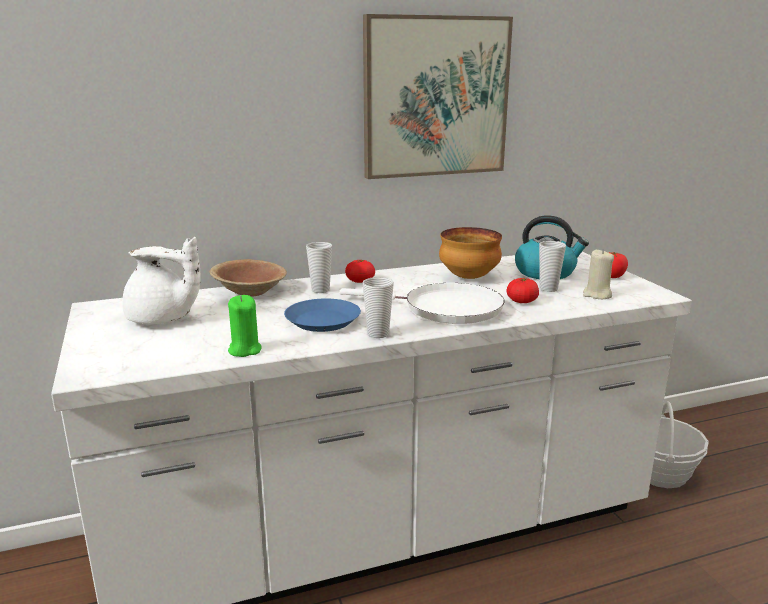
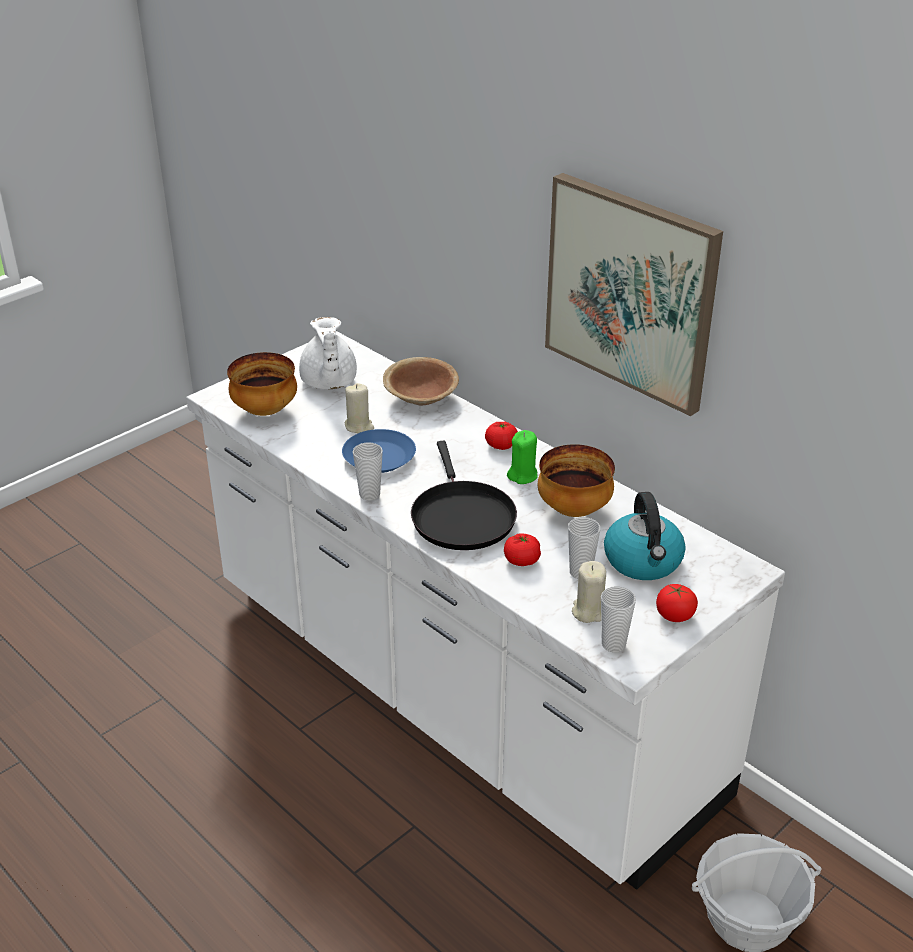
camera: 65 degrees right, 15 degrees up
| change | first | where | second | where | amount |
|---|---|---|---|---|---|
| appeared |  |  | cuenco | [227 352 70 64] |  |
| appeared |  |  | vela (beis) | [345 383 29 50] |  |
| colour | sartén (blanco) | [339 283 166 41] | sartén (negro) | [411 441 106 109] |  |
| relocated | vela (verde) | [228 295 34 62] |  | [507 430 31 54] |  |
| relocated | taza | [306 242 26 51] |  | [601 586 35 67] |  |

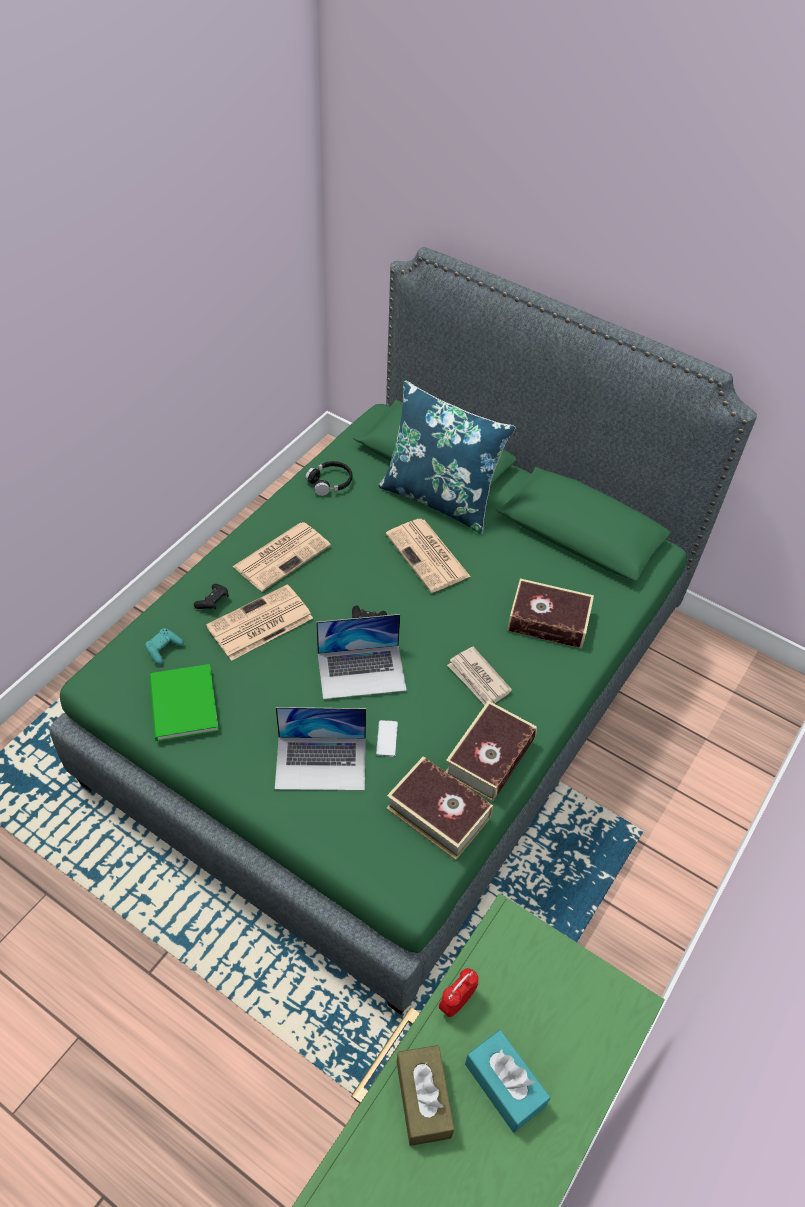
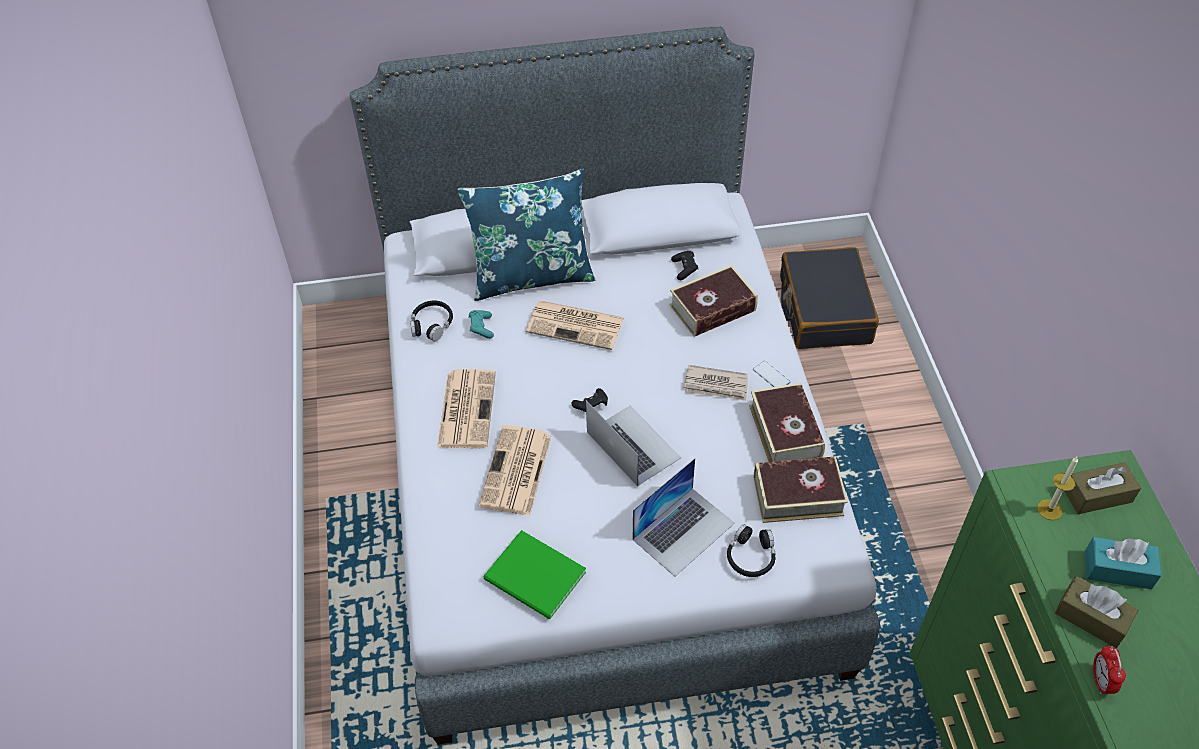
camera: 40 degrees left, 0 degrees up
| change | first | where | second | where | amount |
|---|---|---|---|---|---|
| colour | cama (verde) | [50 247 707 768] | cama (gris) | [350 27 530 718] |  |
| relocated | mando de consola (turquesa) | [145 628 39 37] |  | [469 310 25 29] |  |
| spun | portátil | [316 614 91 85] |  | [586 400 95 86] | 75 degrees counterclockwise |
| relocated | mando de consola (negro) | [194 584 35 25] |  | [671 251 27 29] |  |
| appeared |  |  | auriculares (negro) | [727 524 49 53] |  |
| relocated | móvil | [376 720 22 37] |  | [753 361 38 26] |  |
| appeared |  |  | maleta (negro) | [780 247 99 102] |  |
| appeared |  |  | vela | [1037 457 41 63] |  |
| appeared |  |  | caja de pañuelos (marrón) | [1065 462 76 52] |  |
| relocated | despertador | [439 968 39 49] |  | [1093 646 33 48] |  |

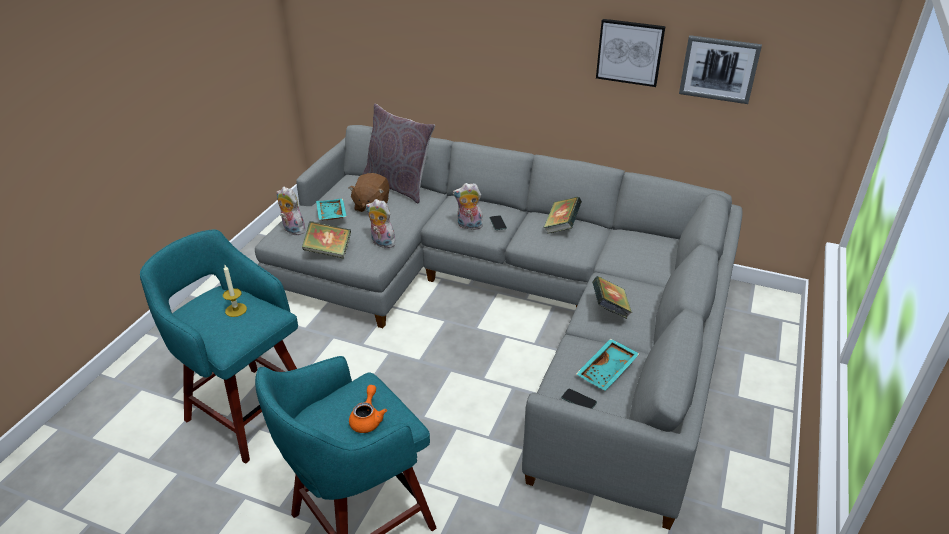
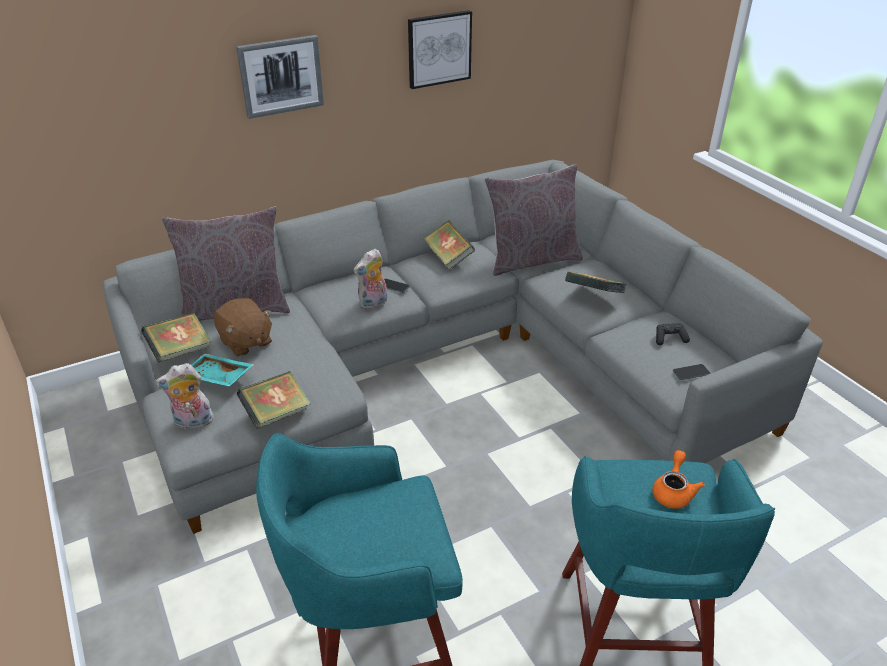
camera: 50 degrees left, 0 degrees up
| change | first | where | second | where | amount |
|---|---|---|---|---|---|
| appeared |  |  | libro | [141 313 71 49] |  |
| relocated | cuadro | [679 35 83 69] |  | [236 35 88 84] |  |
| appeared |  |  | cojín (gris) | [485 164 98 112] |  |
| spun | tetera (naranja) | [349 385 38 48] |  | [652 450 53 59] | 60 degrees clockwise |
| exchanged | bandeja (turquesa) | [576 338 63 53] | mando de consola (negro) | [656 323 34 22] |  |
| missing | vela | [223 265 24 52] |  |  |  |
| missing | peluche | [366 199 31 49] |  |  |  |

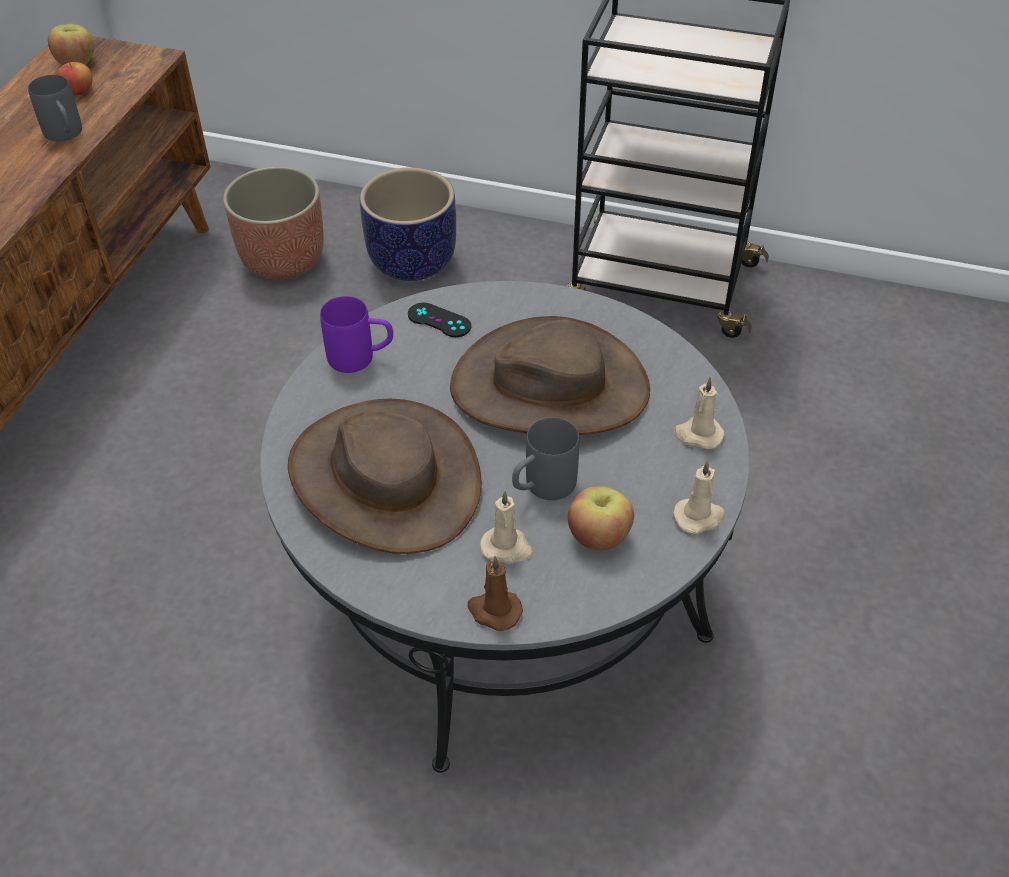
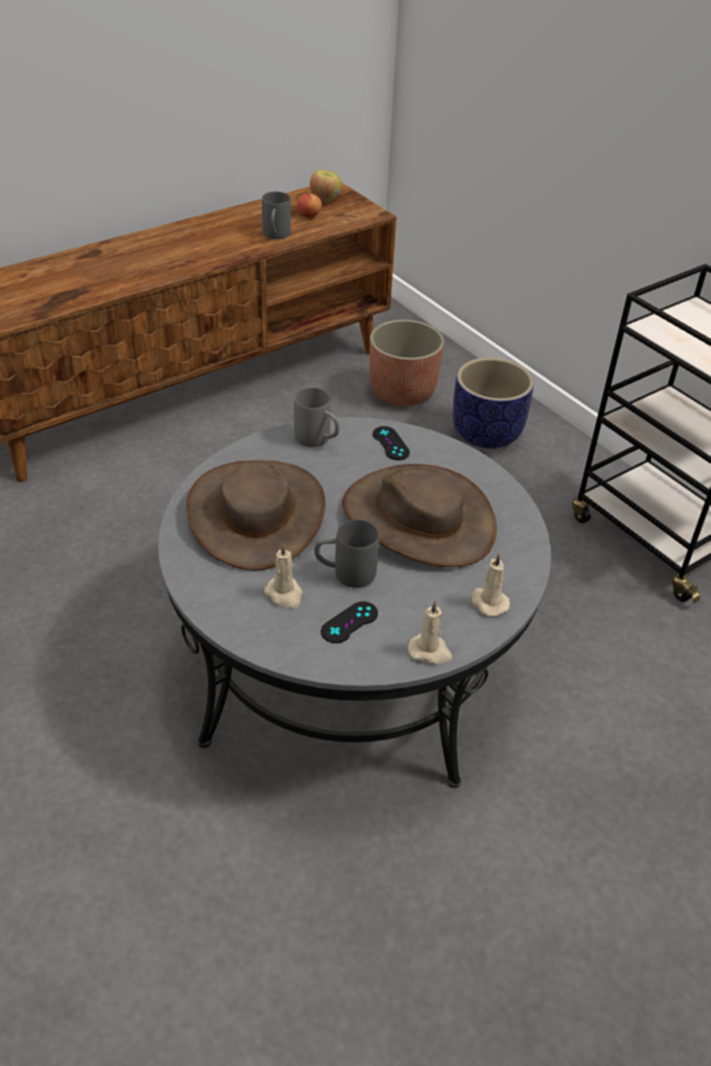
camera: 35 degrees right, 5 degrees down
| change | first | where | second | where | amount |
|---|---|---|---|---|---|
| colour | taza grande (morado) | [320 296 73 77] | taza grande (gris) | [294 388 46 59] |  |
| exchanged | manzana | [568 486 66 64] | mando de consola (negro) | [321 601 57 42] |  |
| missing | vela (marrón) | [468 556 55 75] |  |  |  |

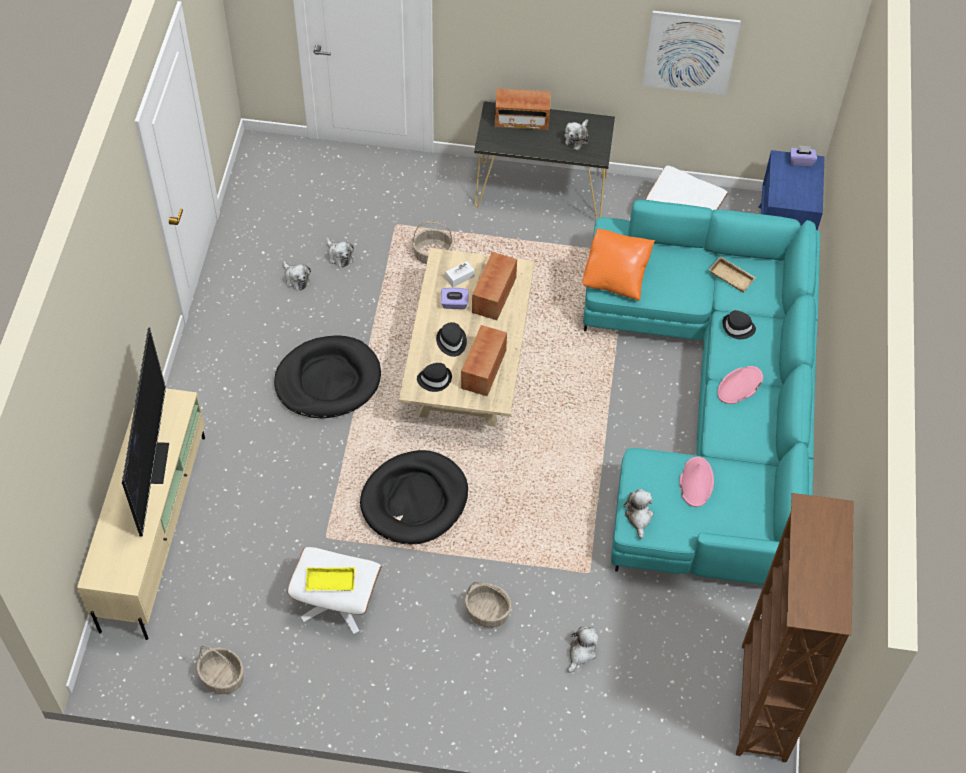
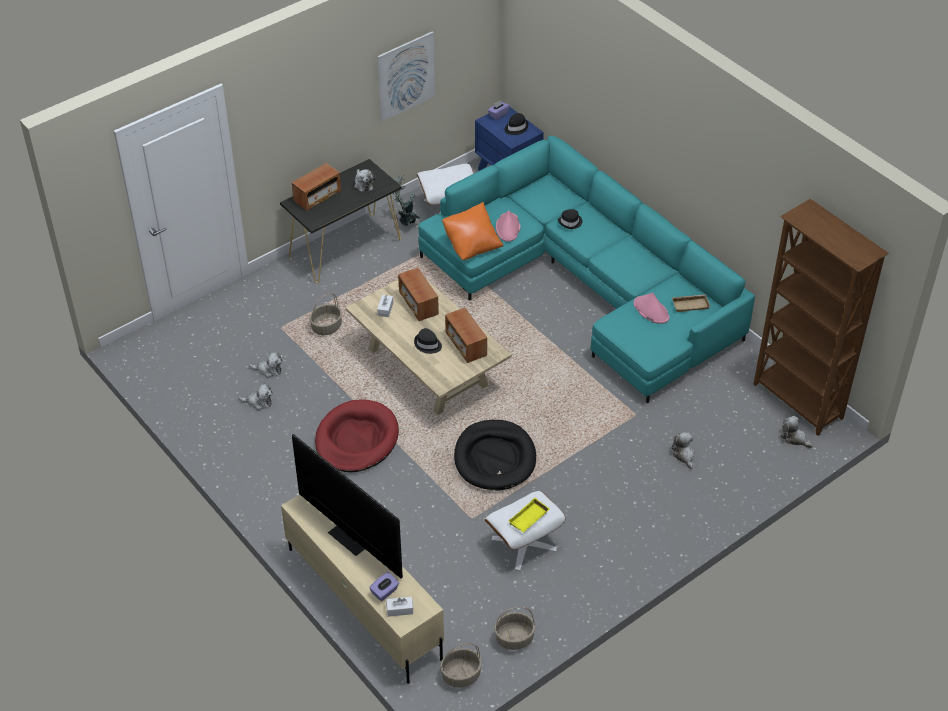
camera: 45 degrees left, 10 degrees down
| change | first | where | second | where | amount |
|---|---|---|---|---|---|
| colour | cama para perro (negro) | [274 336 107 83] | cama para perro (rojo) | [315 399 84 73] |  |
| relocated | caja de pañuelos (morado) | [441 287 28 22] |  | [369 572 30 29] |  |
| appeared |  |  | caja de pañuelos (blanco) | [386 597 28 20] |  |
| appeared |  |  | planta en maceta | [391 175 29 51] |  |
| relocated | cesta | [465 581 47 47] |  | [440 643 42 44] |  |
| relocated | sombrero (rosa) | [717 366 46 38] |  | [496 211 24 31] |  |
| relocated | sombrero (negro) | [417 363 35 29] |  | [505 113 24 22] |  |
| relocated | bandeja (beis) | [709 256 47 37] |  | [672 294 39 18] |  |
| relocated | peluche | [624 489 30 50] |  | [781 416 32 32] |  |

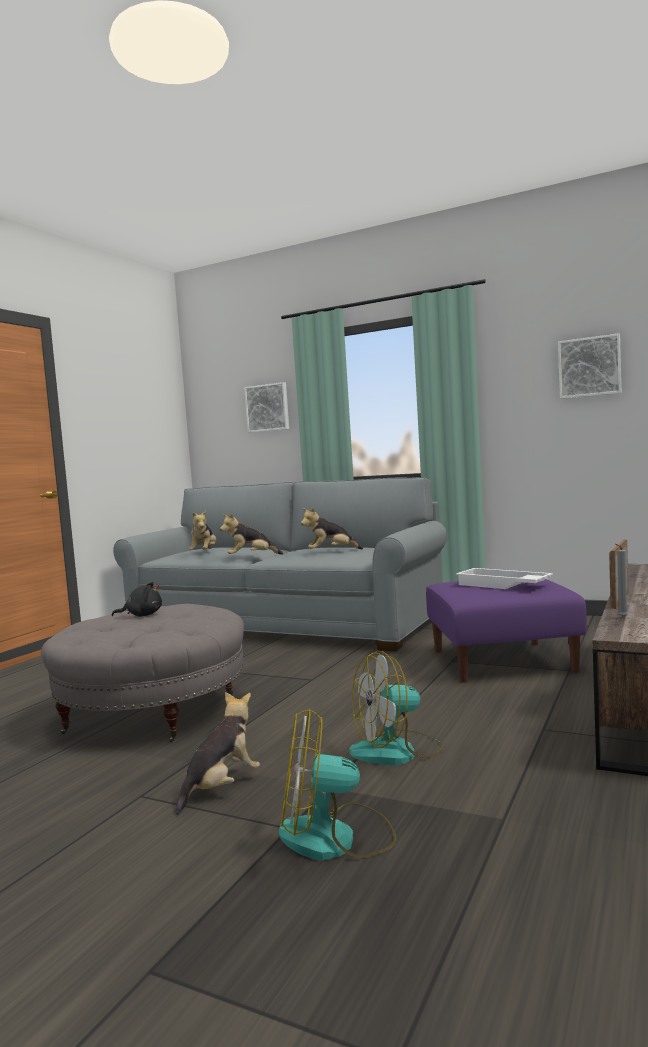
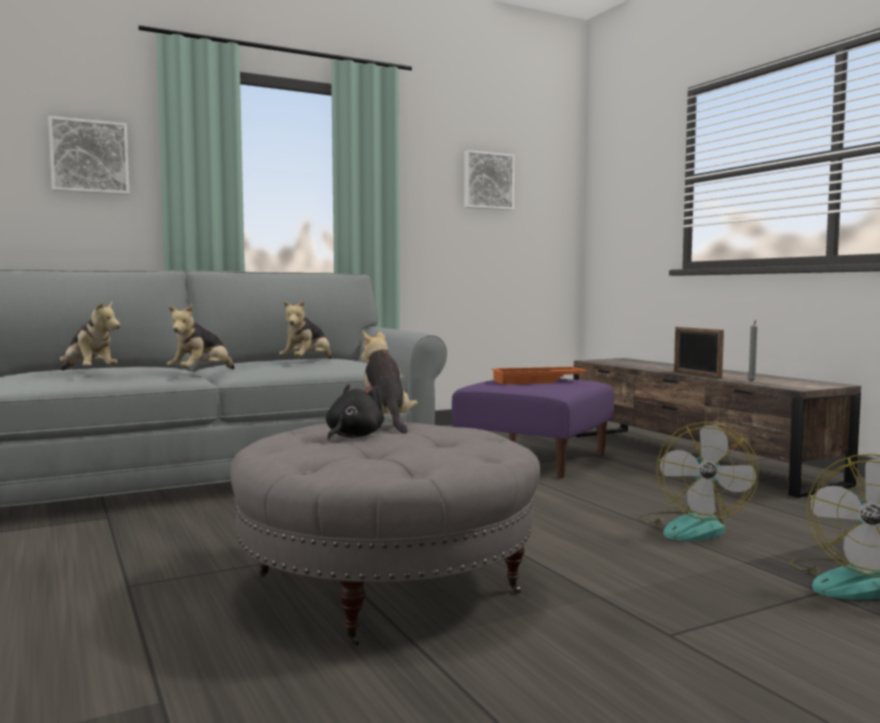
camera: 55 degrees left, 0 degrees up
| change | first | where | second | where | amount |
|---|---|---|---|---|---|
| relocated | peluche | [176 692 84 123] |  | [361 330 57 103] |  |
| colour | bandeja (blanco) | [456 568 97 21] | bandeja (naranja) | [491 367 96 18] |  |

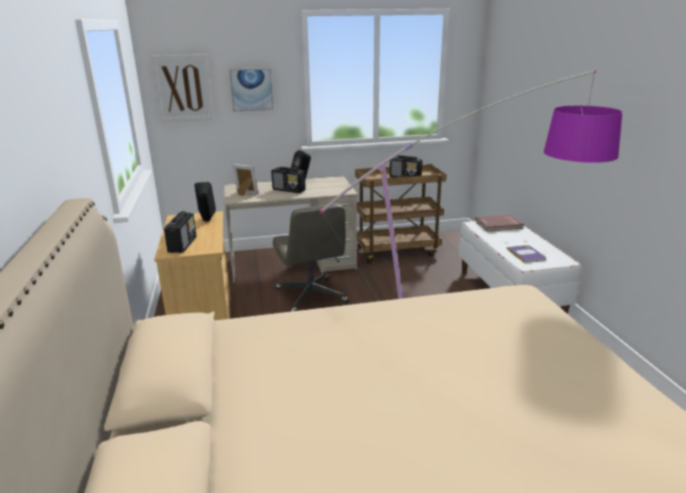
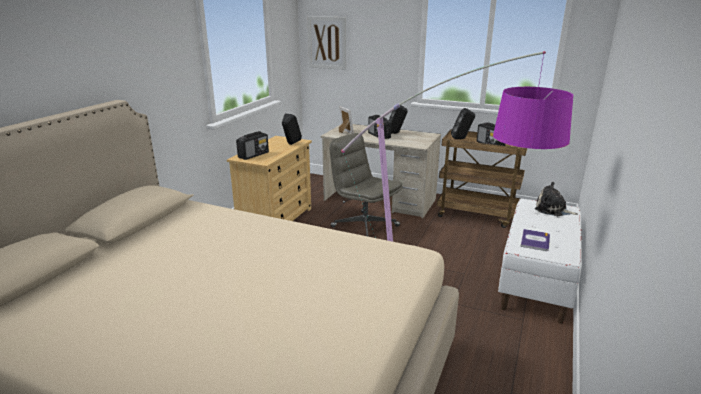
camera: 35 degrees right, 0 degrees up
| change | first | where | second | where | amount |
|---|---|---|---|---|---|
| spun | silla de oficina (gris) | [273 204 76 108] |  | [330 133 73 104] | 120 degrees clockwise |
| appeared |  |  | altavoz (negro) | [451 108 24 31] |  |
| exchanged | libro (rojo) | [475 215 49 17] | peluche | [535 182 43 34] |  |
| missing | cuadro | [229 68 44 44] |  |  |  |

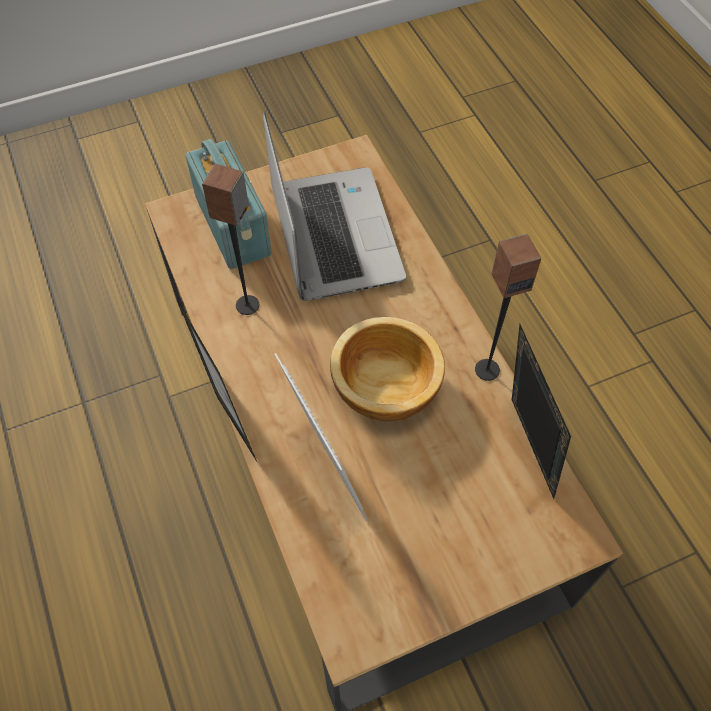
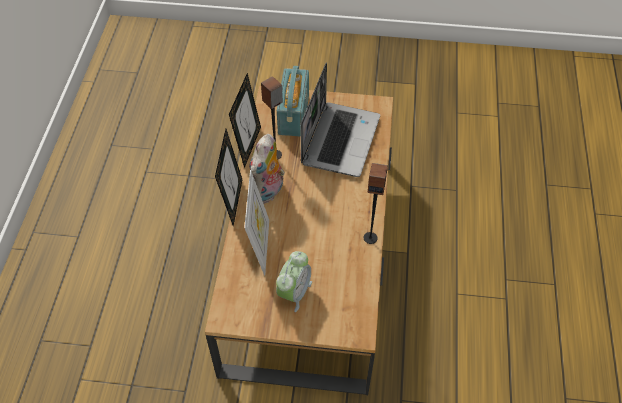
camera: 30 degrees right, 5 degrees down
| change | first | where | second | where | amount |
|---|---|---|---|---|---|
| relocated | portarretratos | [512 324 59 175] |  | [229 73 32 95] |  |
| appeared |  |  | peluche | [249 134 36 70] |  |
| appeared |  |  | despertador | [276 251 36 61] |  |
| missing | cuenco | [330 317 115 104] |  |  |  |

